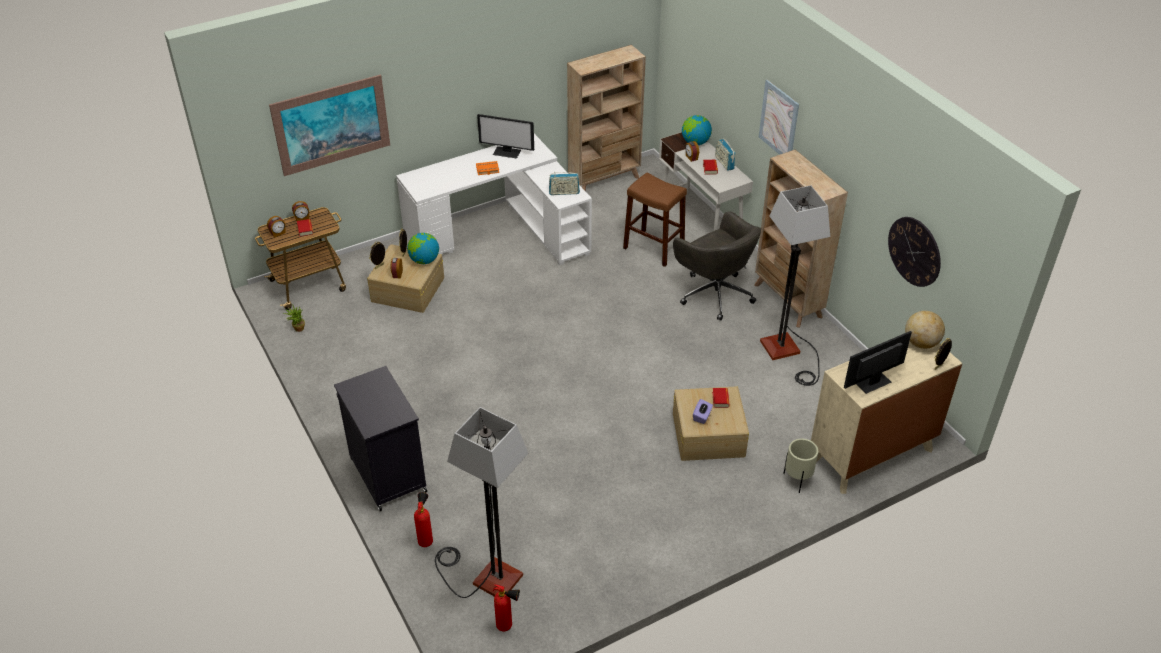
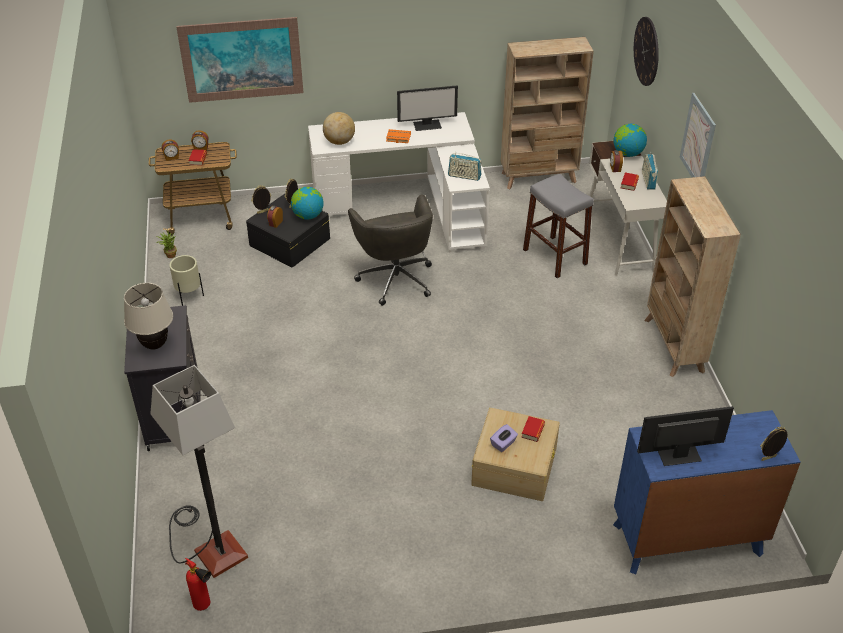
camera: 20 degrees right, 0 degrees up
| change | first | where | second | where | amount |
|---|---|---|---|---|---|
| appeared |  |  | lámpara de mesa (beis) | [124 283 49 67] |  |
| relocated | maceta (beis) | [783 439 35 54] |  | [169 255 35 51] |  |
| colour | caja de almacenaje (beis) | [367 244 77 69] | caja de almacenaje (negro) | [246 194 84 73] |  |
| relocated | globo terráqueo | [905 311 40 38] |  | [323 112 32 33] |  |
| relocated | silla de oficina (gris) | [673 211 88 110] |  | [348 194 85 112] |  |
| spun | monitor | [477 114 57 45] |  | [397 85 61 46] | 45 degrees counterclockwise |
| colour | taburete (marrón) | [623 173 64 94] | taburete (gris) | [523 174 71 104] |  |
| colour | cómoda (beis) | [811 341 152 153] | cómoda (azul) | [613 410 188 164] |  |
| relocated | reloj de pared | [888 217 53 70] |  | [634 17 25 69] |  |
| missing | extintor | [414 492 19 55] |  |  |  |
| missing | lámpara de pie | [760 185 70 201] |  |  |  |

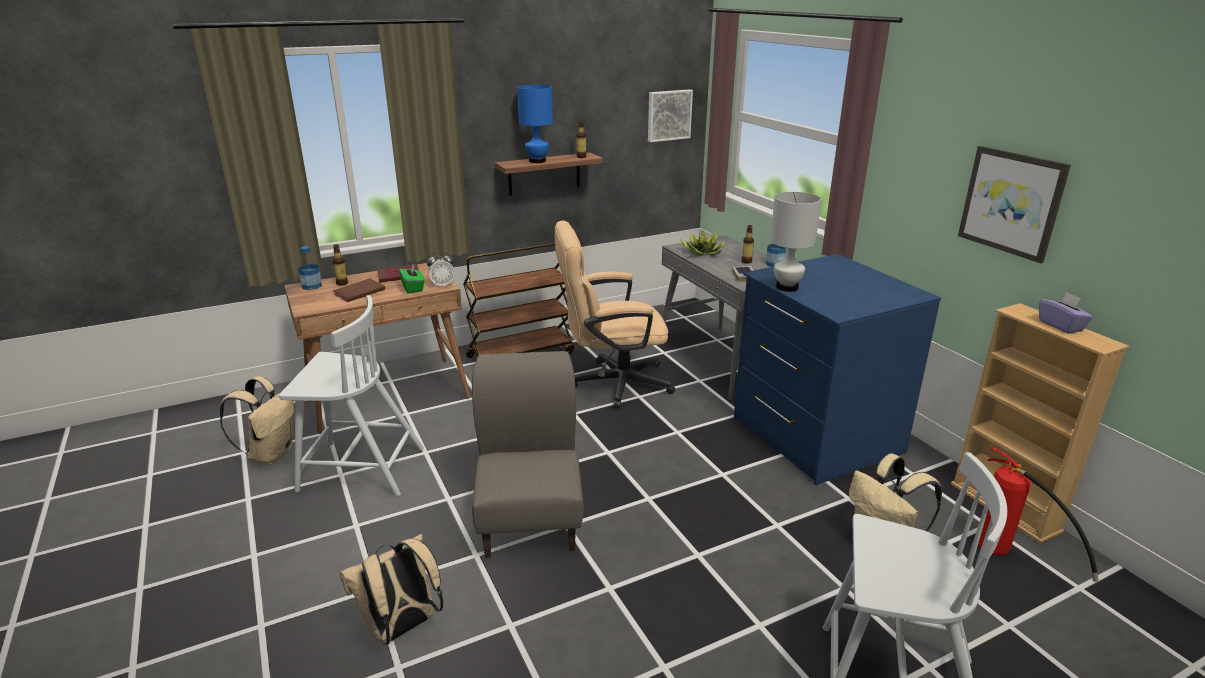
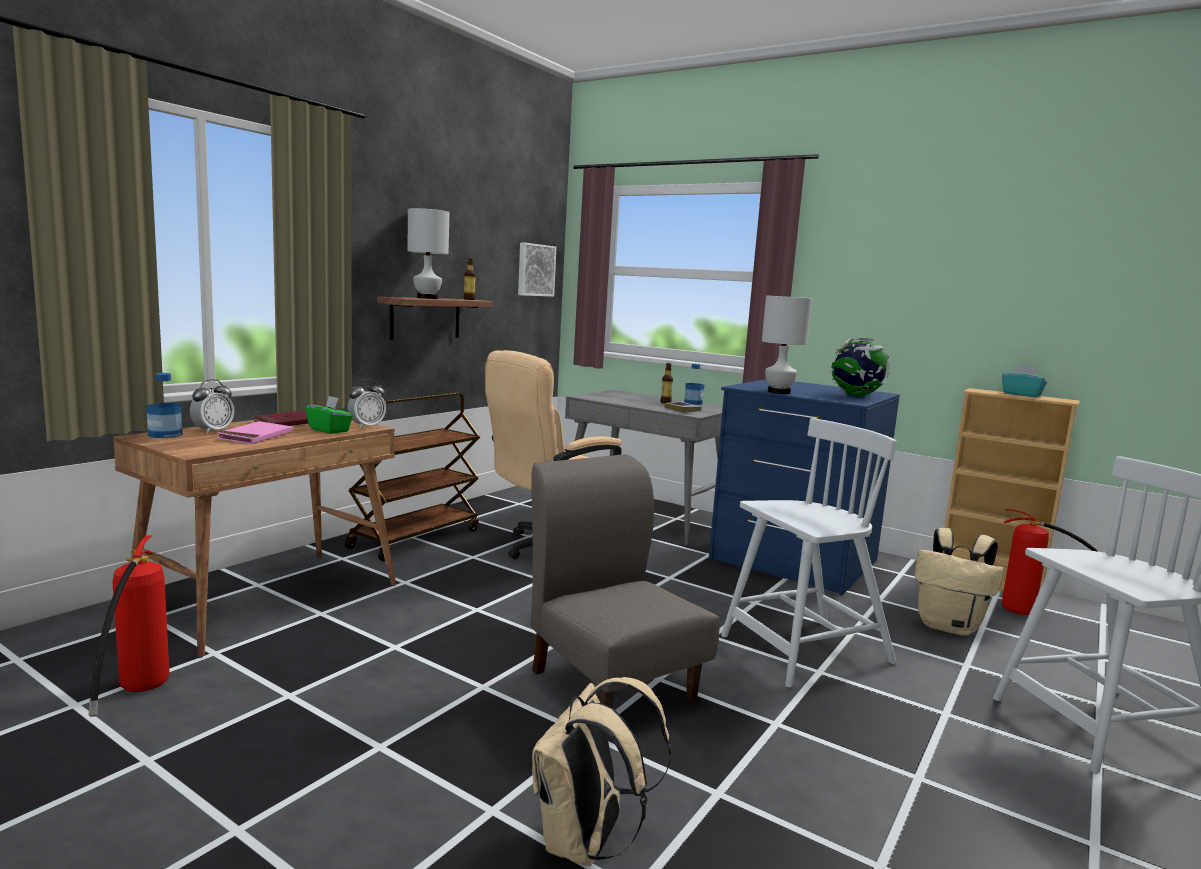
camera: 30 degrees left, 15 degrees down
| change | first | where | second | where | amount |
|---|---|---|---|---|---|
| exchanged | mochila (beis) | [220 376 74 88] | extintor | [88 535 82 182] |  |
| exchanged | botella | [333 244 15 42] | despertador | [190 379 44 55] |  |
| colour | libro (marrón) | [333 278 52 24] | libro (rosa) | [217 421 75 23] |  |
| colour | lámpara de mesa (azul) | [517 85 36 78] | lámpara de mesa (blanco) | [408 208 42 91] |  |
| relocated | silla (blanco) | [279 295 145 201] |  | [721 418 176 270] |  |
| appeared |  |  | globo terráqueo | [830 337 60 59] |  |
| colour | caja de pañuelos (morado) | [1039 292 54 42] | caja de pañuelos (turquesa) | [1002 365 45 32] |  |
| missing | planta en maceta | [680 231 45 25] |  |  |  |
| missing | cuadro | [958 146 113 117] |  |  |  |

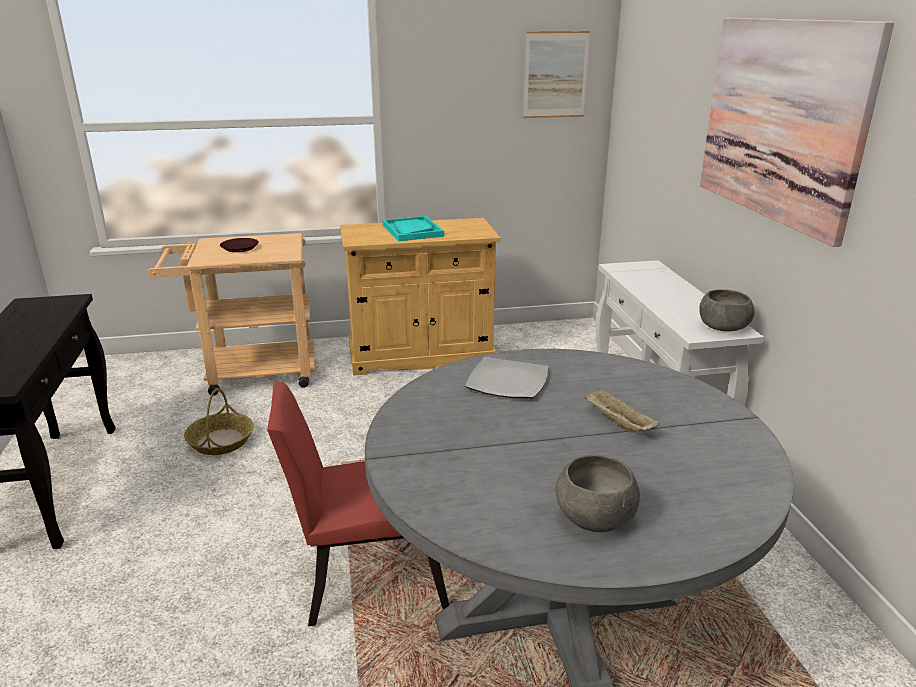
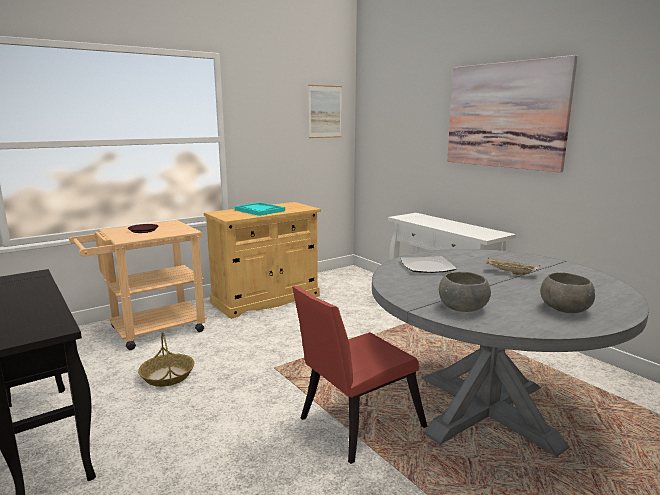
camera: 25 degrees left, 10 degrees down
| change | first | where | second | where | amount |
|---|---|---|---|---|---|
| relocated | cuenco (gris) | [699 289 56 43] |  | [439 272 52 40] |  |

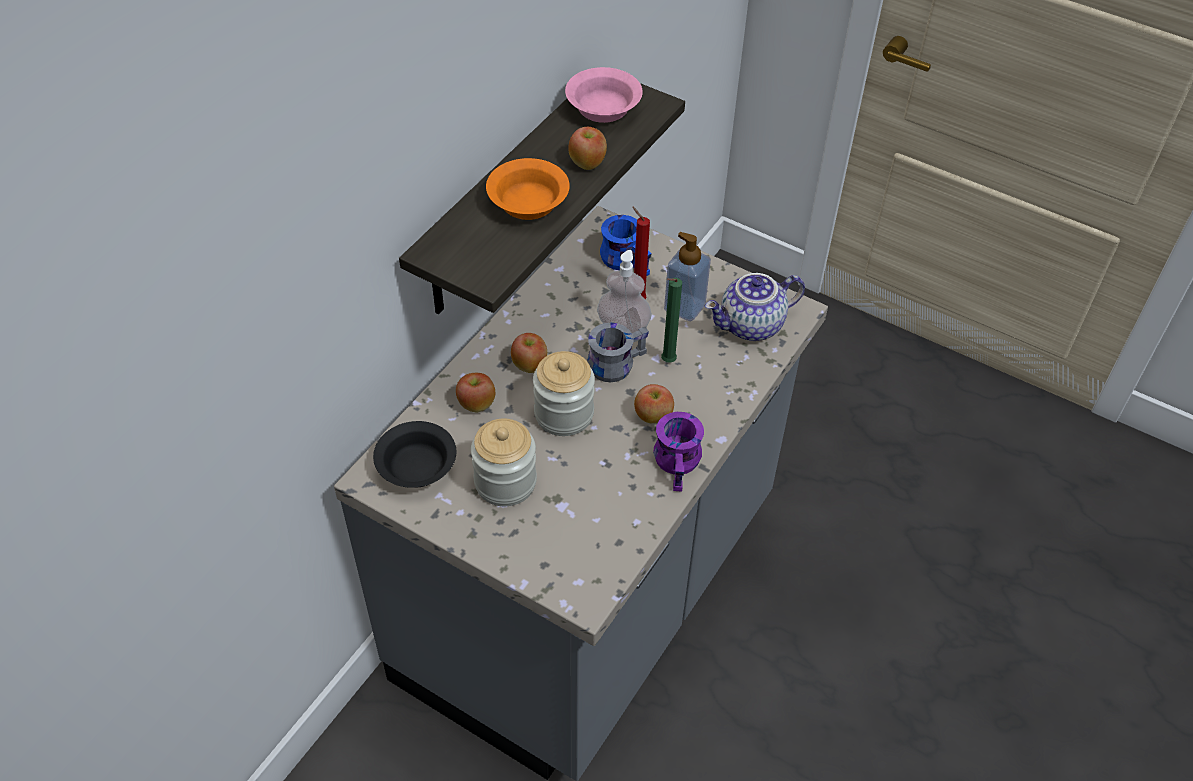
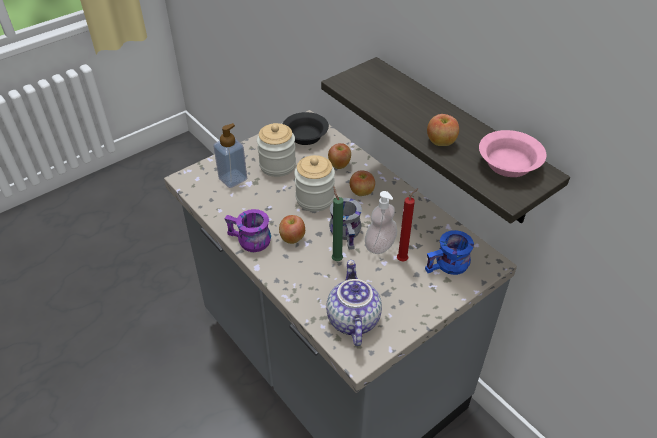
camera: 110 degrees right, 5 degrees down
| change | first | where | second | where | amount |
|---|---|---|---|---|---|
| relocated | dispensador de jabón | [664 232 47 89] |  | [213 123 34 65] |  |
| missing | cuenco (naranja) | [486 158 84 62] |  |  |  |

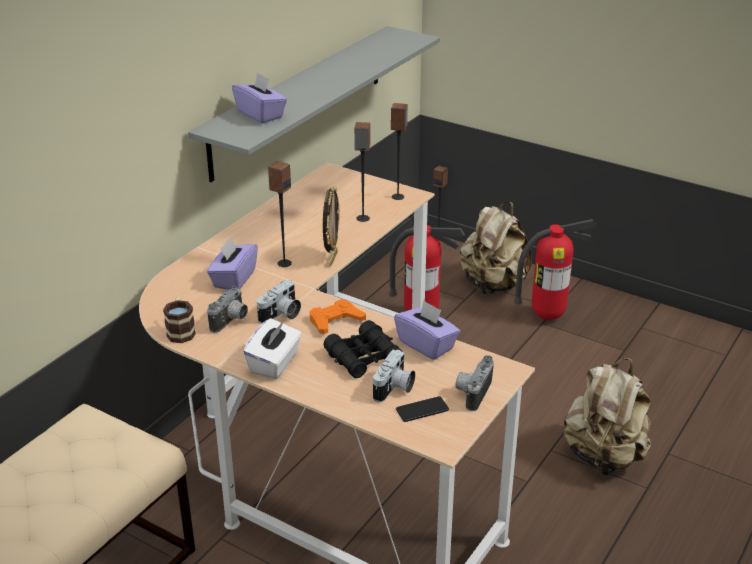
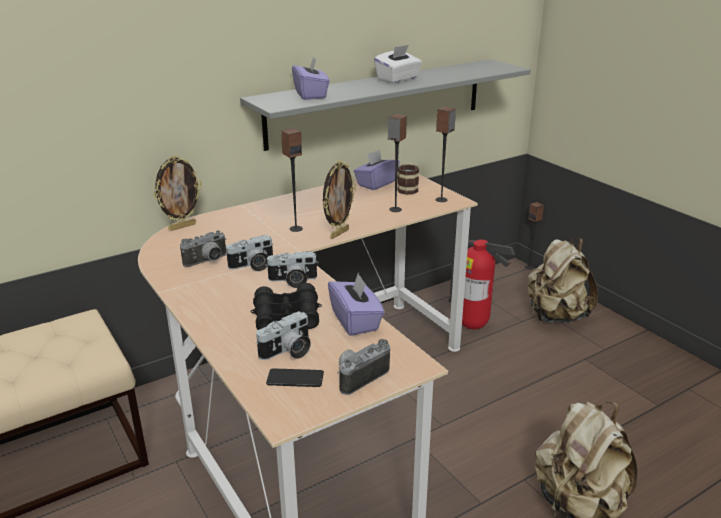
camera: 25 degrees right, 5 degrees down
| change | first | where | second | where | amount |
|---|---|---|---|---|---|
| appeared |  |  | portarretratos | [154 155 48 76] |  |
| exchanged | mando de consola (naranja) | [309 299 57 35] | cámara | [266 251 52 37] |  |
| relocated | caja de pañuelos (morado) | [207 237 51 53] |  | [354 150 46 40] |  |
| relocated | caja de pañuelos (blanco) | [243 318 59 61] |  | [374 45 48 39] |  |
| relocated | taza grande | [163 297 33 46] |  | [397 164 22 31] |  |
| missing | extintor | [514 219 82 101] |  |  |  |

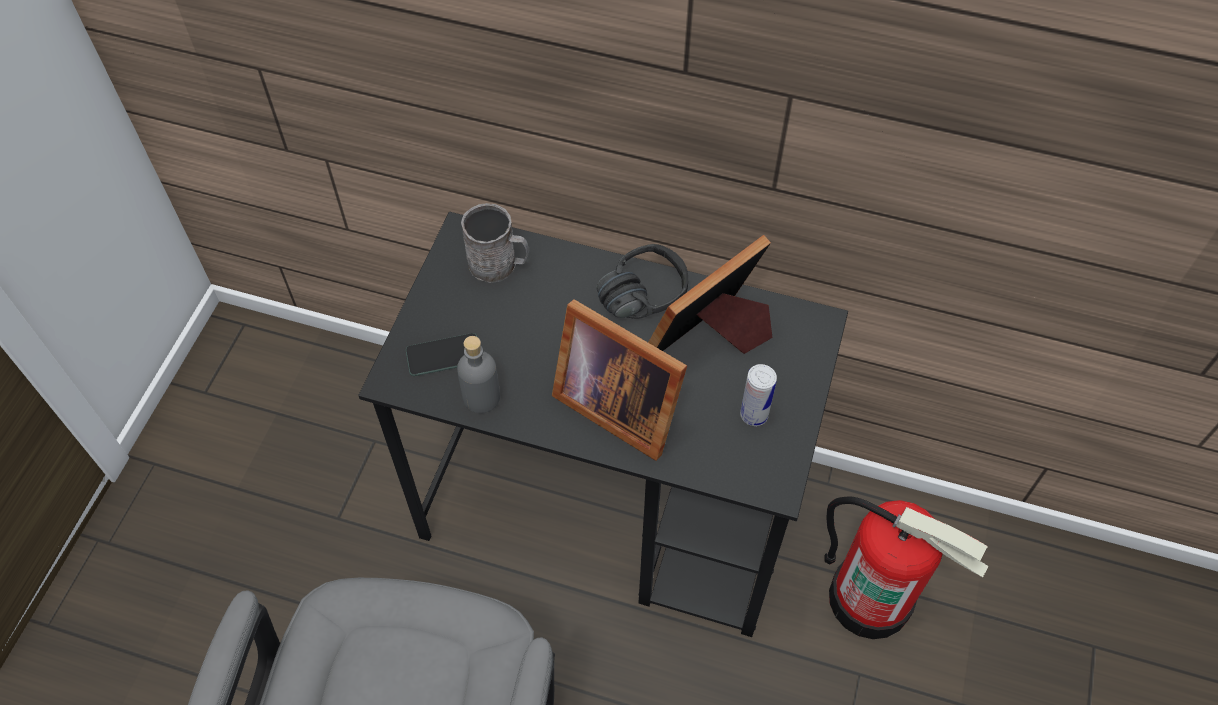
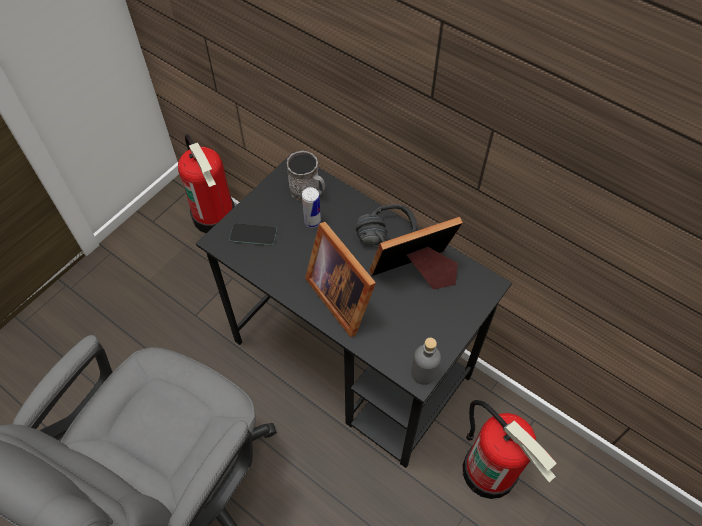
camera: 20 degrees right, 0 degrees up
| change | first | where | second | where | amount |
|---|---|---|---|---|---|
| appeared |  |  | extintor | [178 134 57 99] |  |
| relocated | lata | [740 364 37 62] |  | [302 187 19 41] |  |
| relocated | botella (gris) | [457 336 43 77] |  | [411 338 30 47] |  |

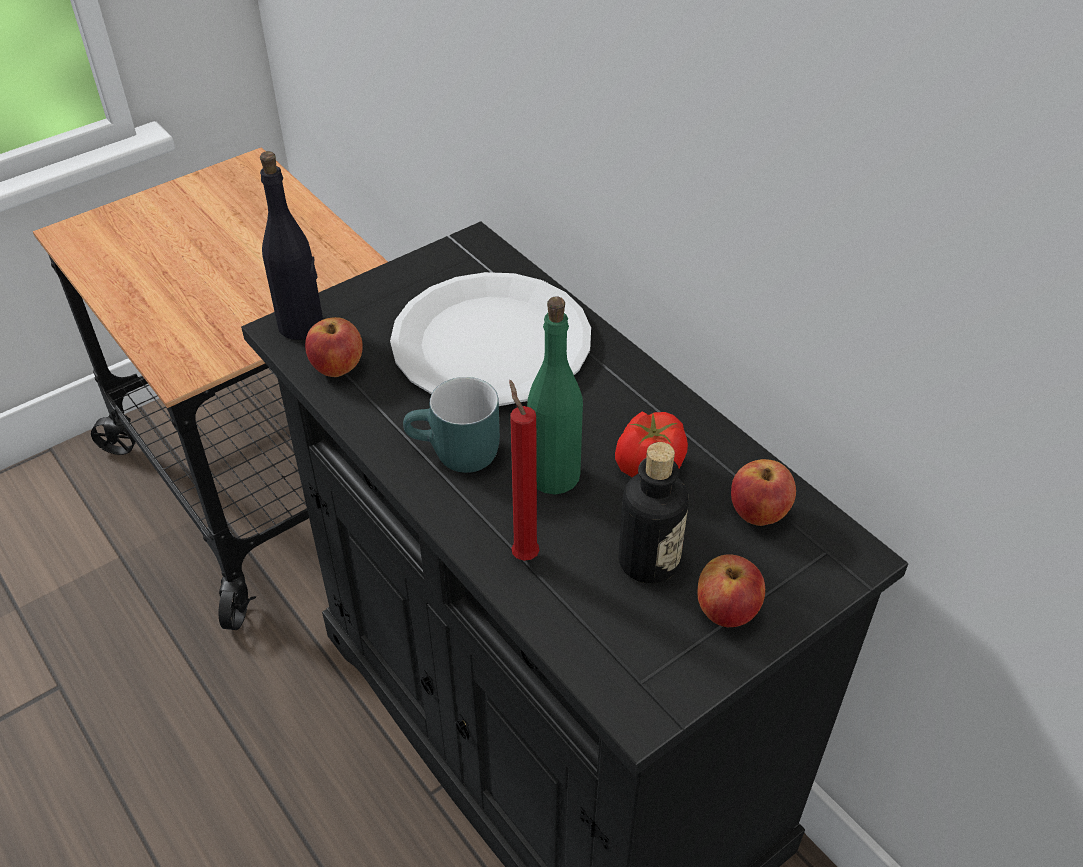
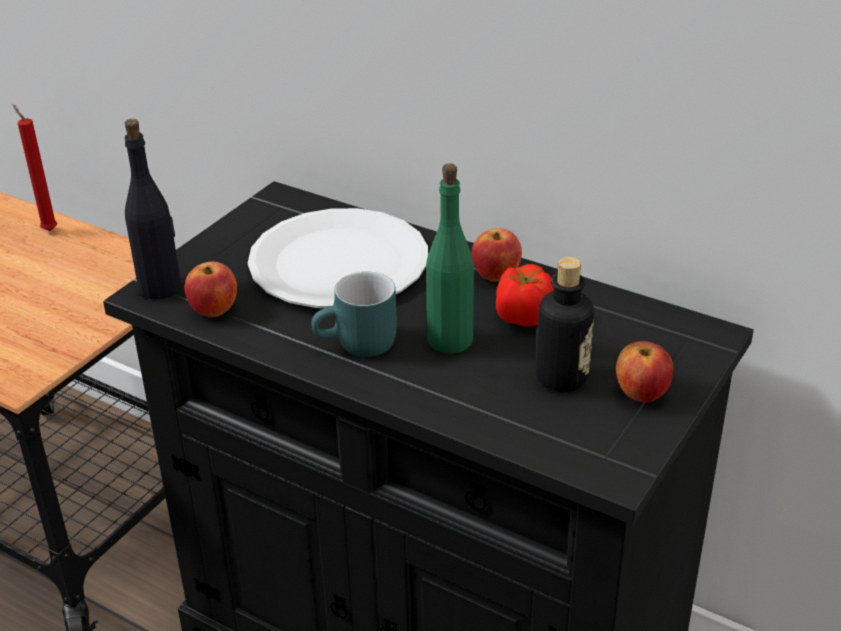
camera: 20 degrees left, 10 degrees down
| change | first | where | second | where | amount |
|---|---|---|---|---|---|
| relocated | vela (rojo) | [509 380 31 181] |  | [13 104 45 127] |  |
| relocated | manzana | [731 459 65 67] |  | [472 228 50 54] |  |

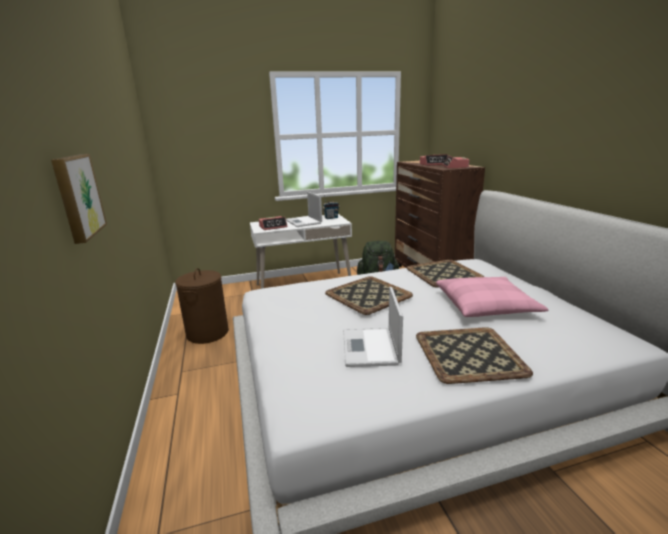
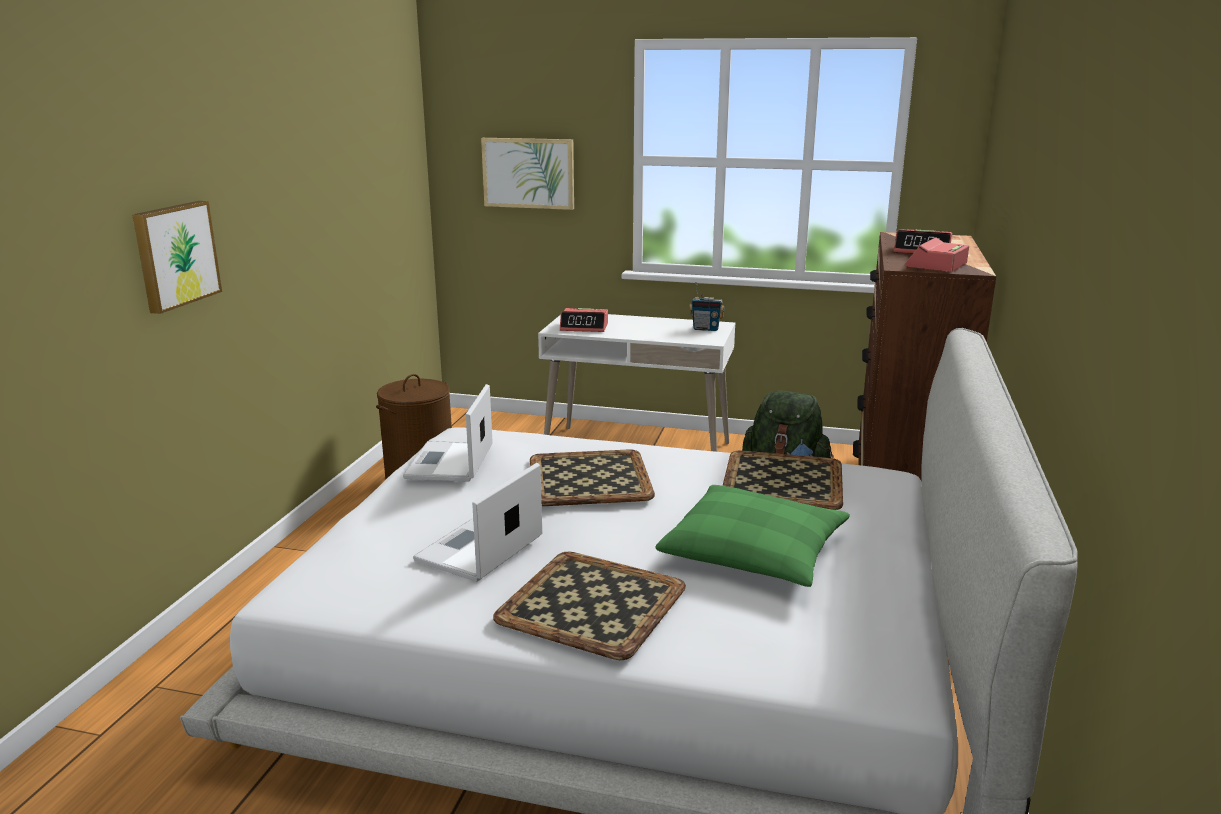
camera: 30 degrees right, 0 degrees up
| change | first | where | second | where | amount |
|---|---|---|---|---|---|
| relocated | portátil | [286 192 36 35] |  | [403 384 90 98] |  |
| appeared |  |  | cuadro | [481 138 93 72] |  |
| colour | cojín (rosa) | [436 277 112 40] | cojín (verde) | [656 485 194 102] |  |

